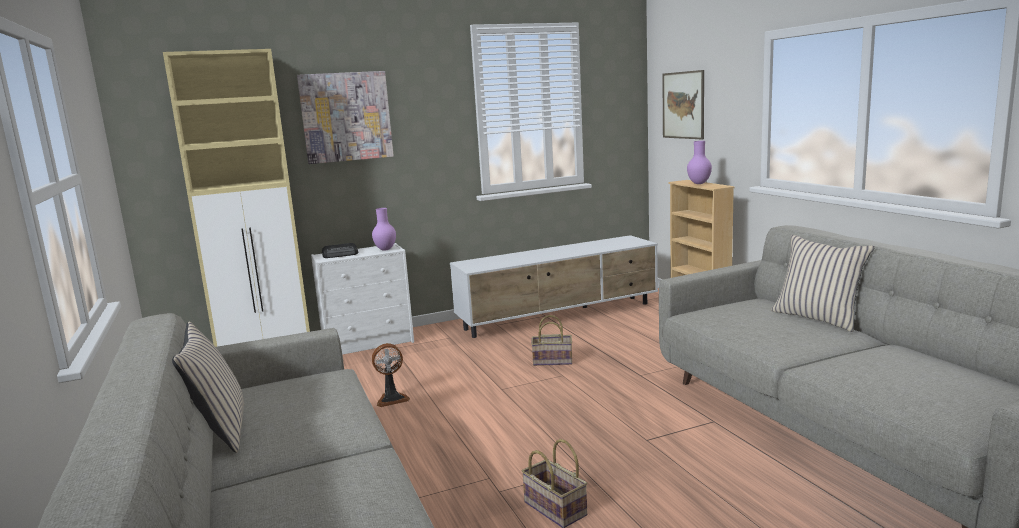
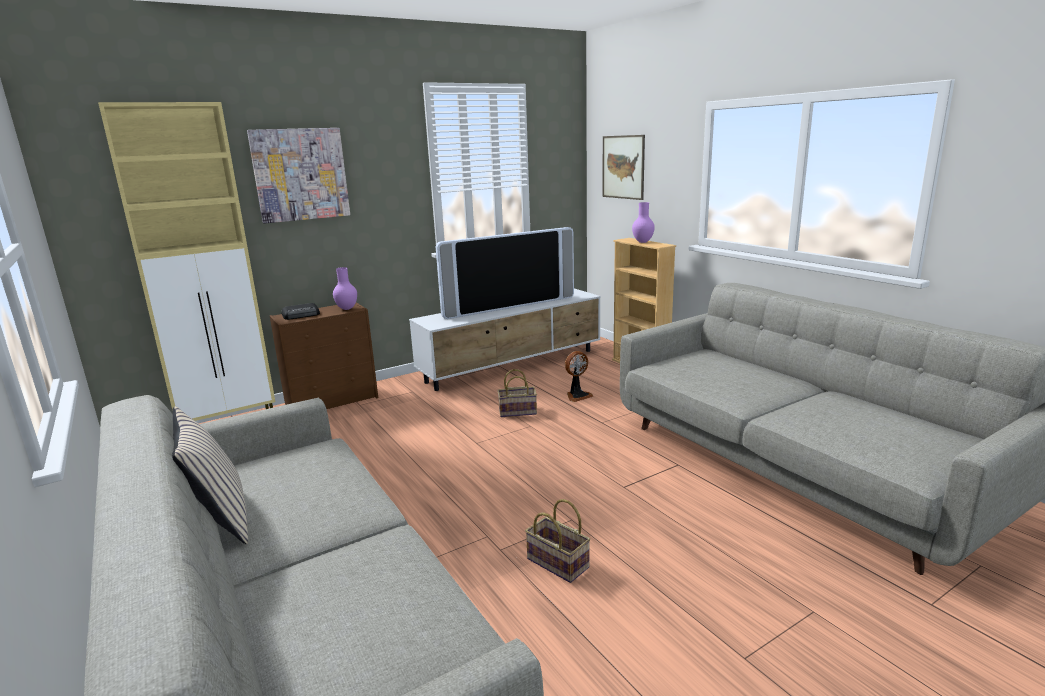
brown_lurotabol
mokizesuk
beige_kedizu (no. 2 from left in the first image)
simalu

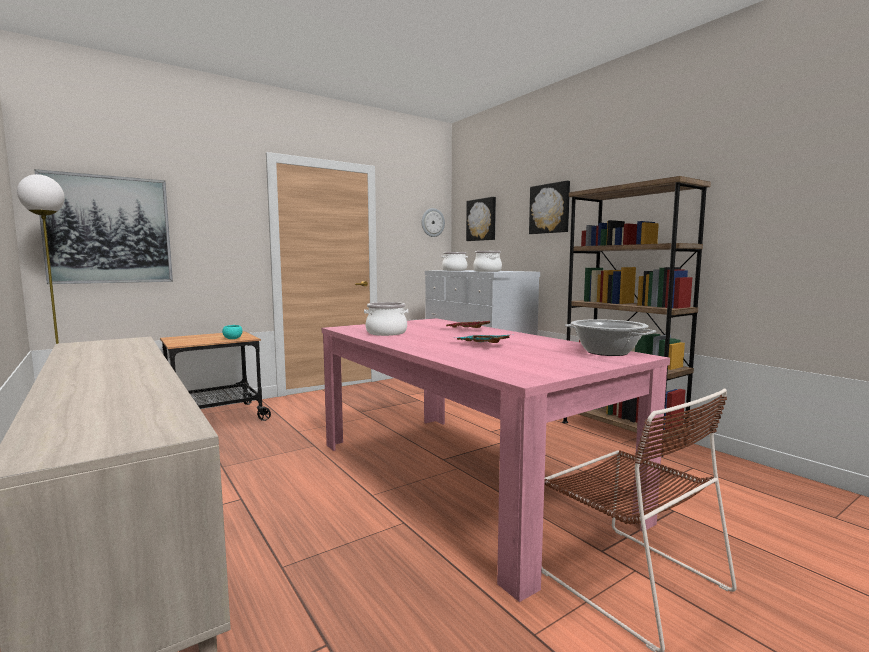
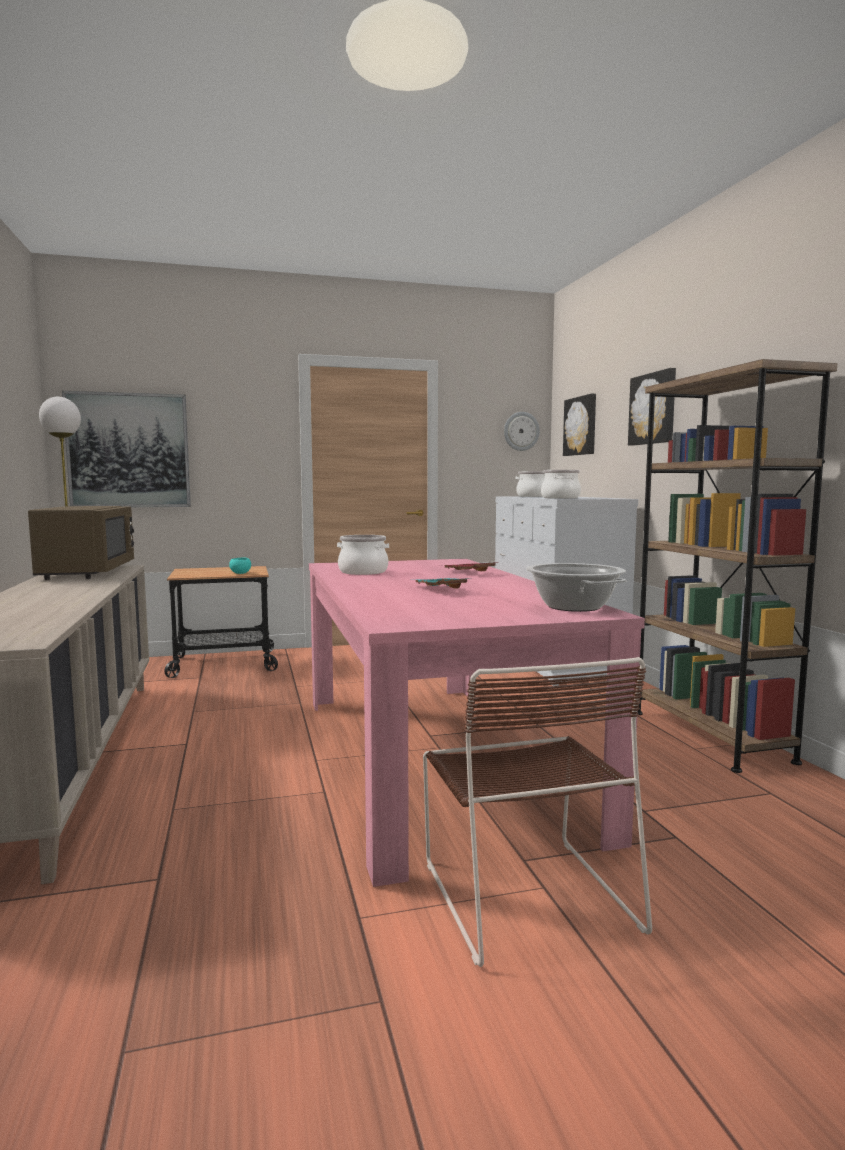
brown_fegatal

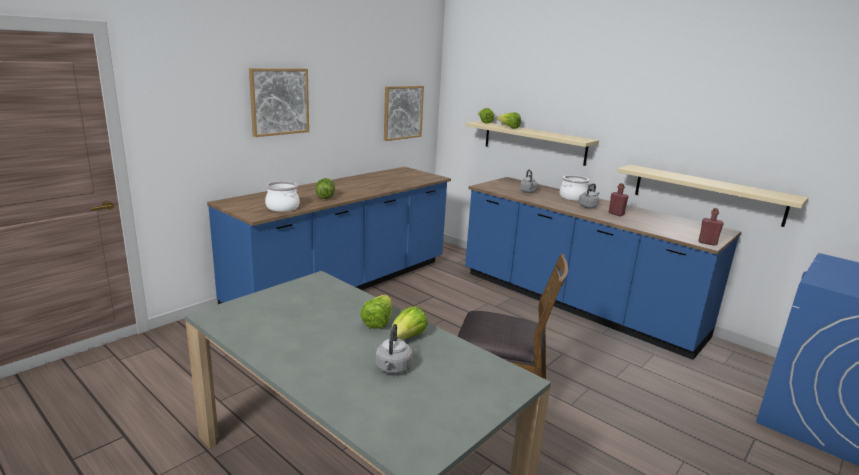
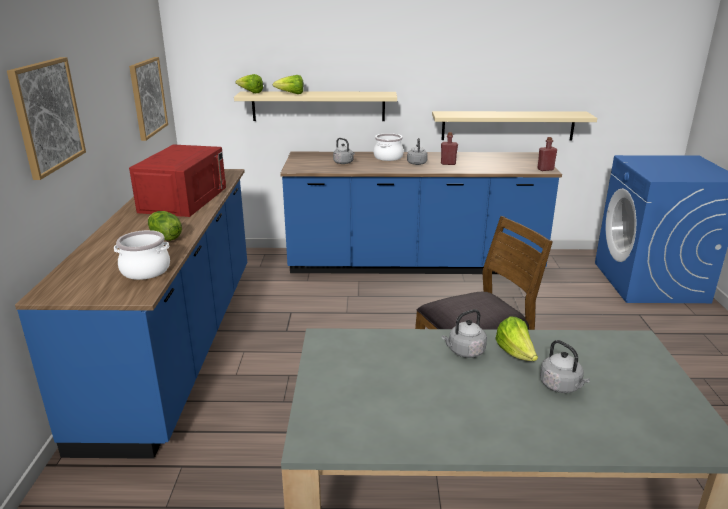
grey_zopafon (no. 3 from left)
red_fegatal

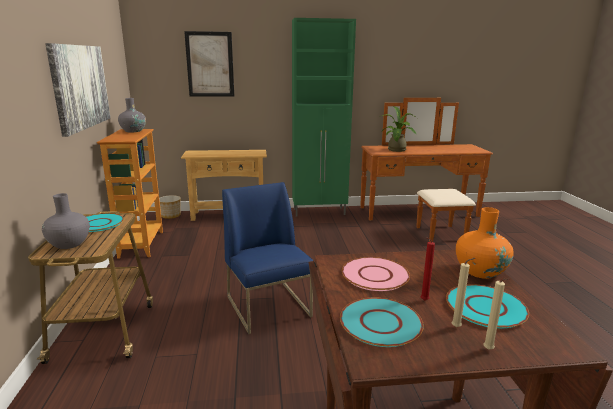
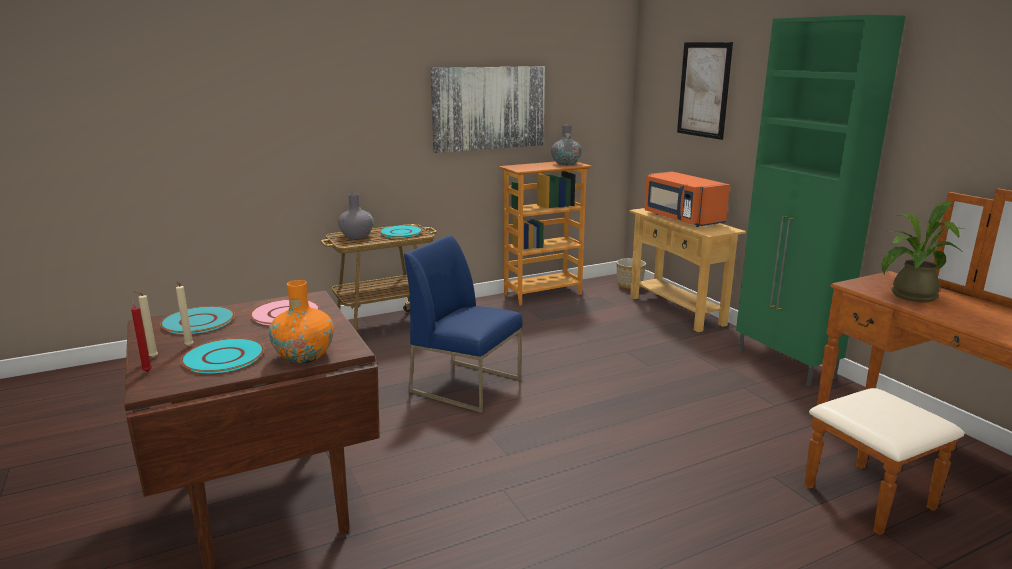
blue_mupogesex
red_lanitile
orange_fegatal

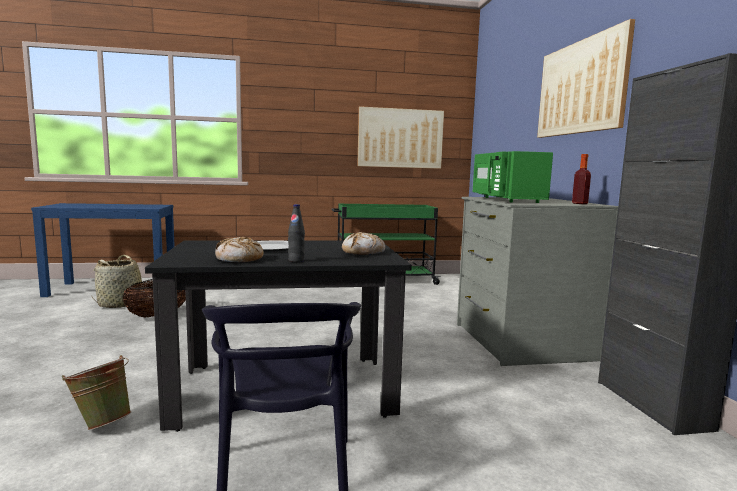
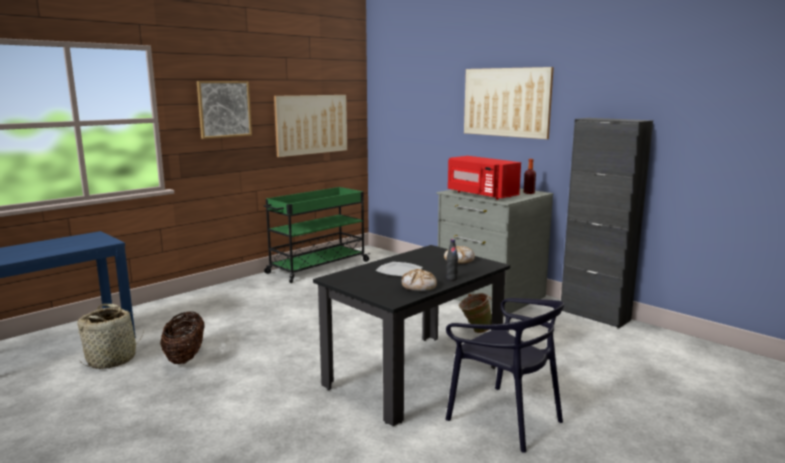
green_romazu
red_fegatal
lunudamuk (no. 1 from left)

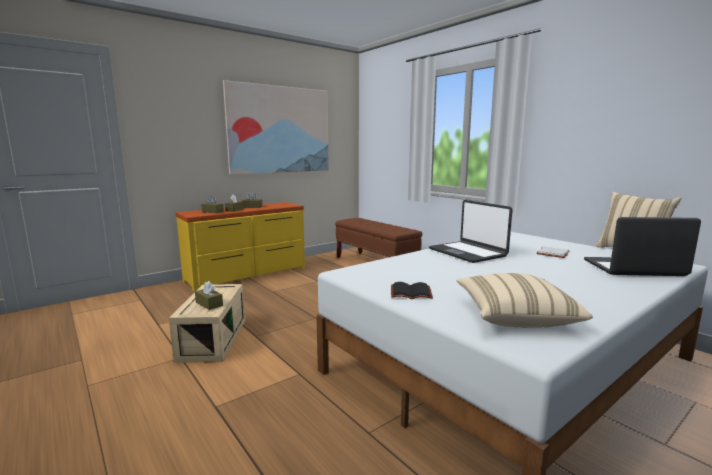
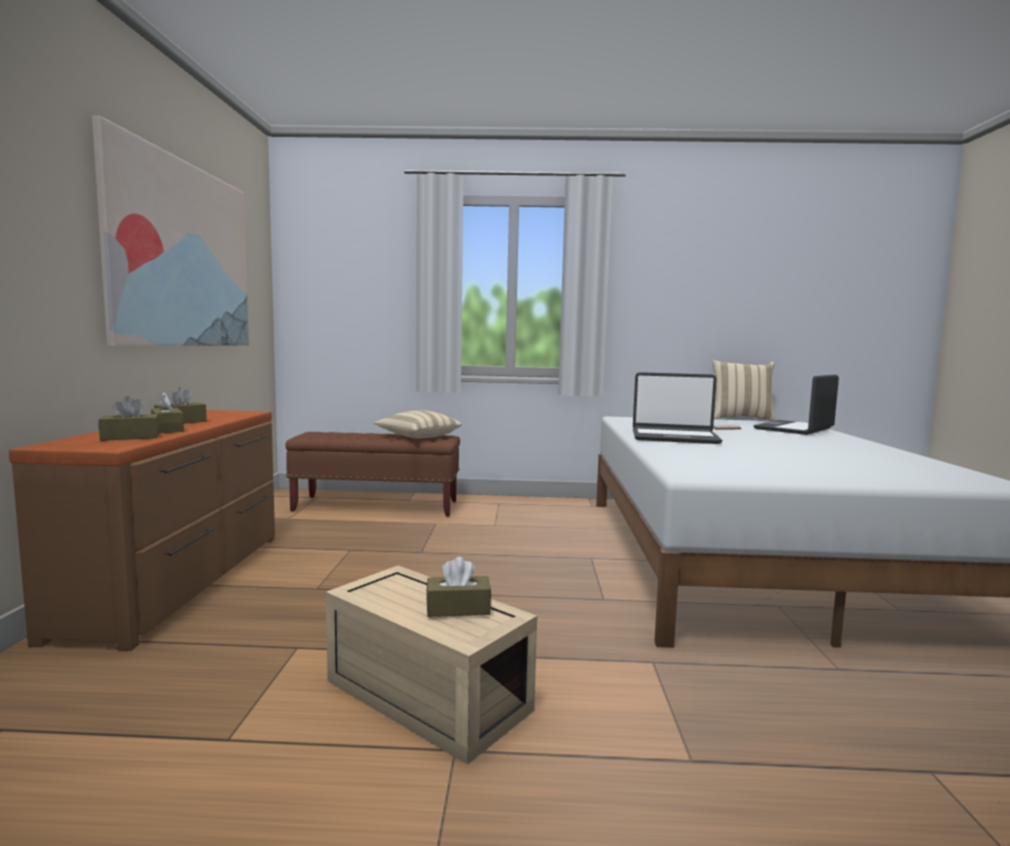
brown_lurotabol
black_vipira
beige_kedizu (no. 1 from left)

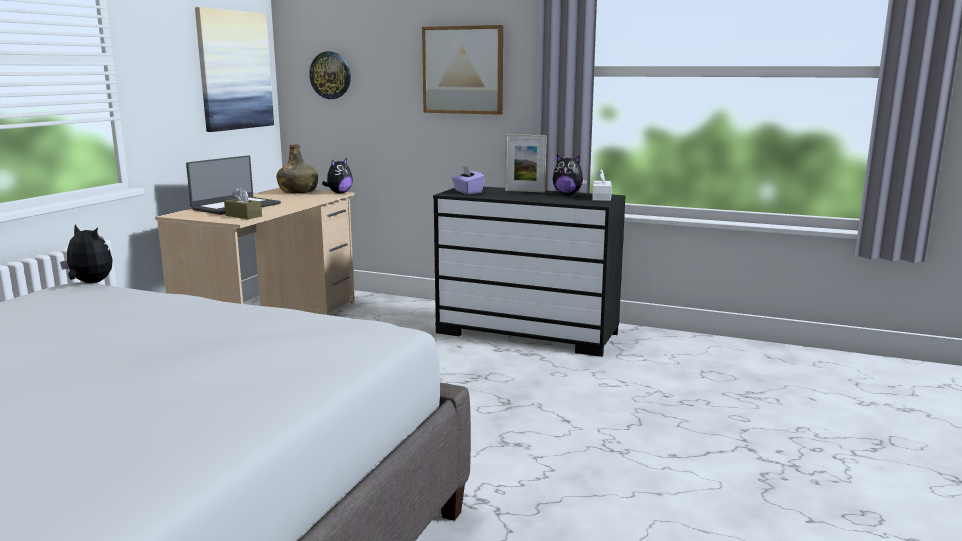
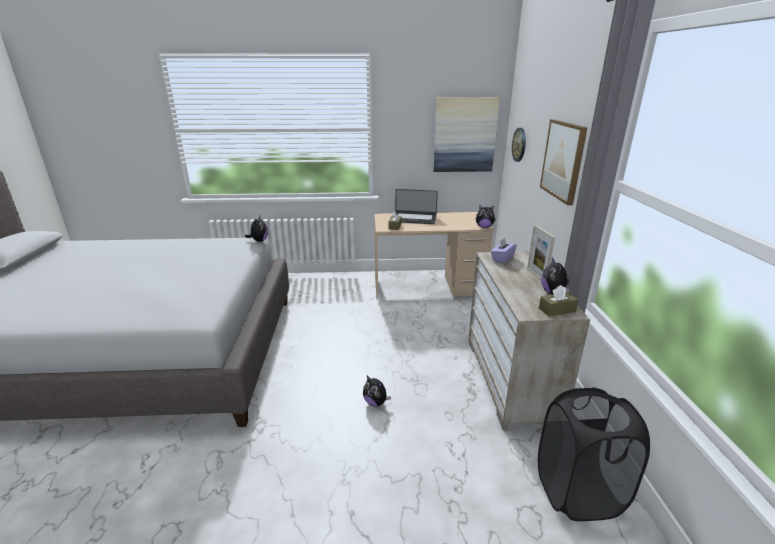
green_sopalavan
beige_lurotabol
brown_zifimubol (no. 2 from left)
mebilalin (no. 2 from left)
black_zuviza

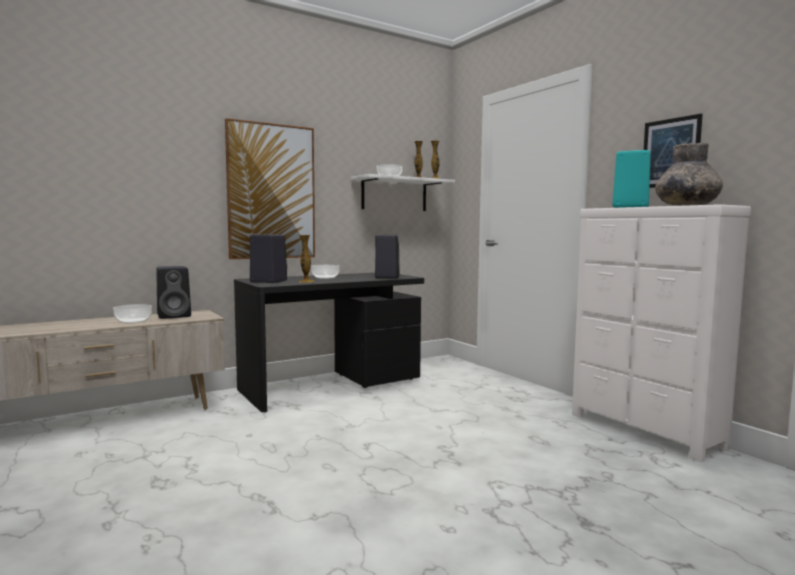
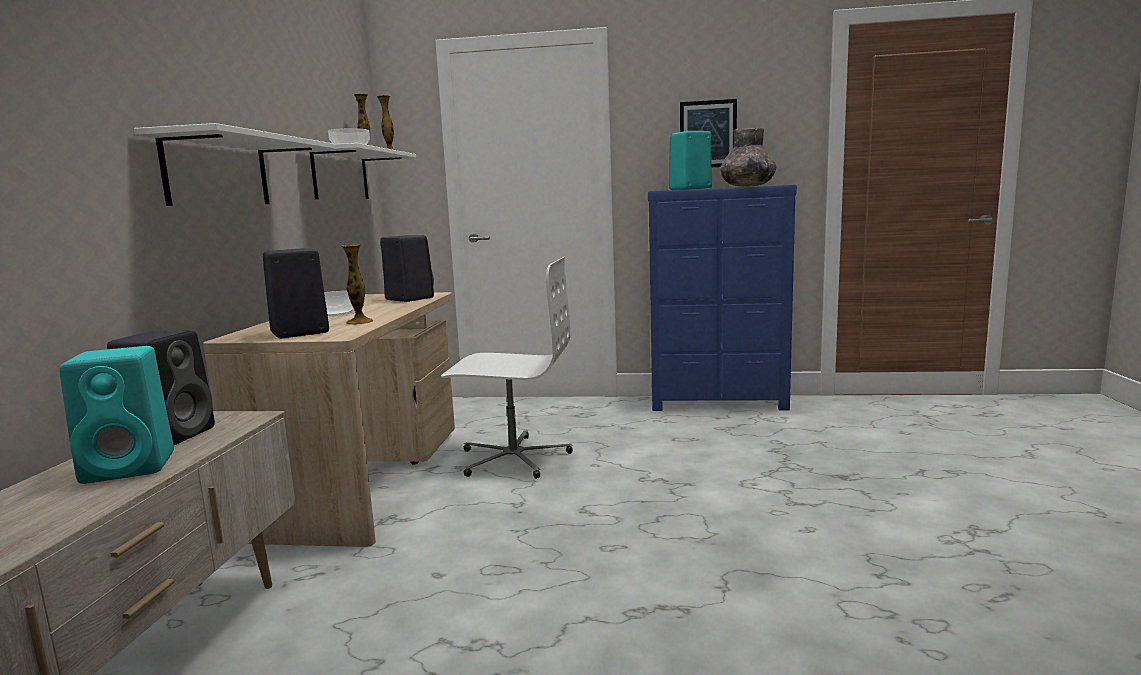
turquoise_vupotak (no. 1 from left)
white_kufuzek (no. 1 from left)
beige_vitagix
blue_lurotabol
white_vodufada

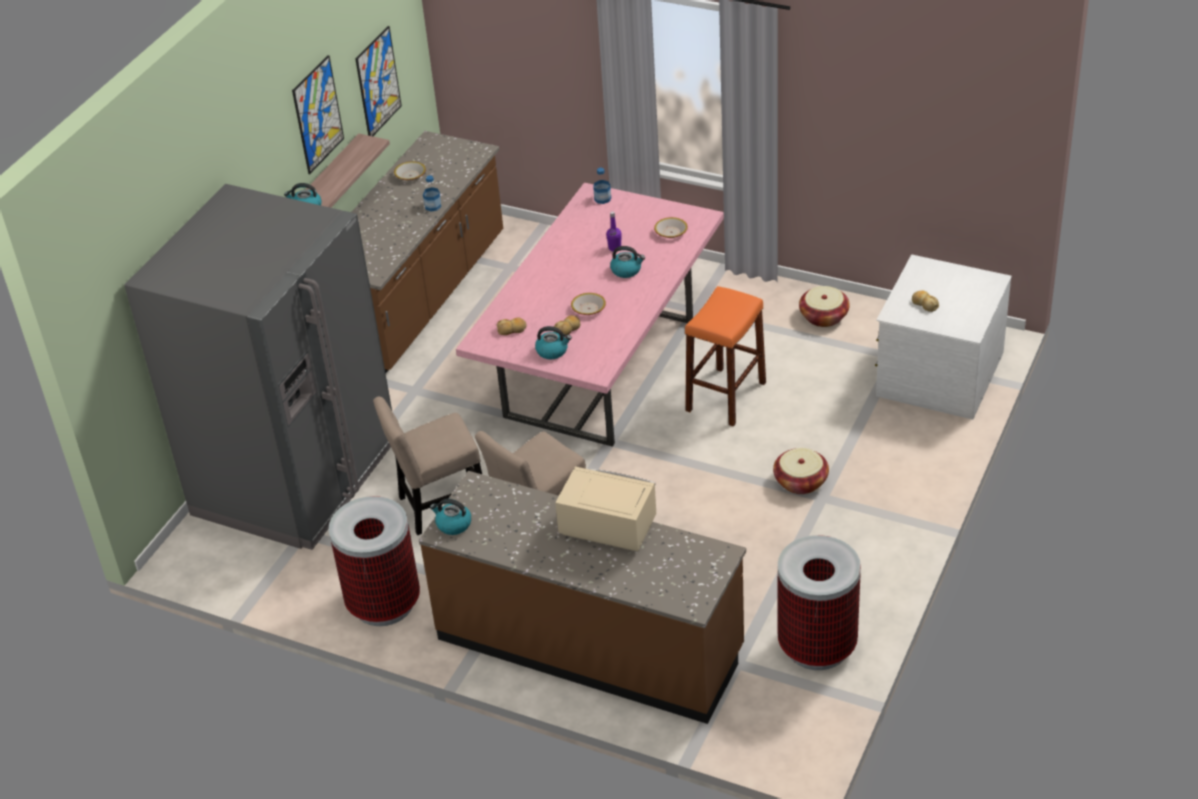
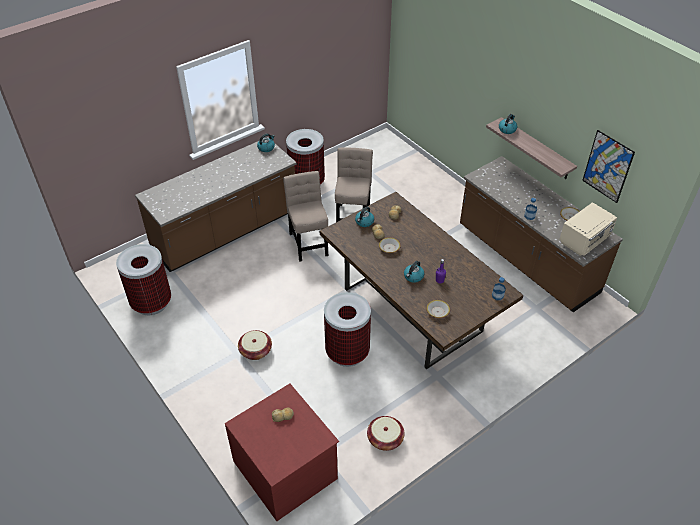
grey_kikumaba
lunudamuk (no. 1 from left in the first image)
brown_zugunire
beige_fegatal
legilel (no. 3 from left)
red_lurotabol

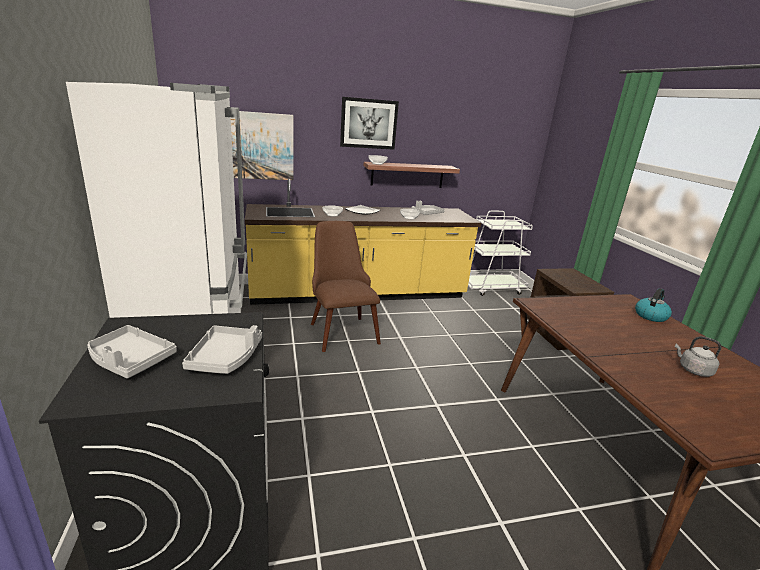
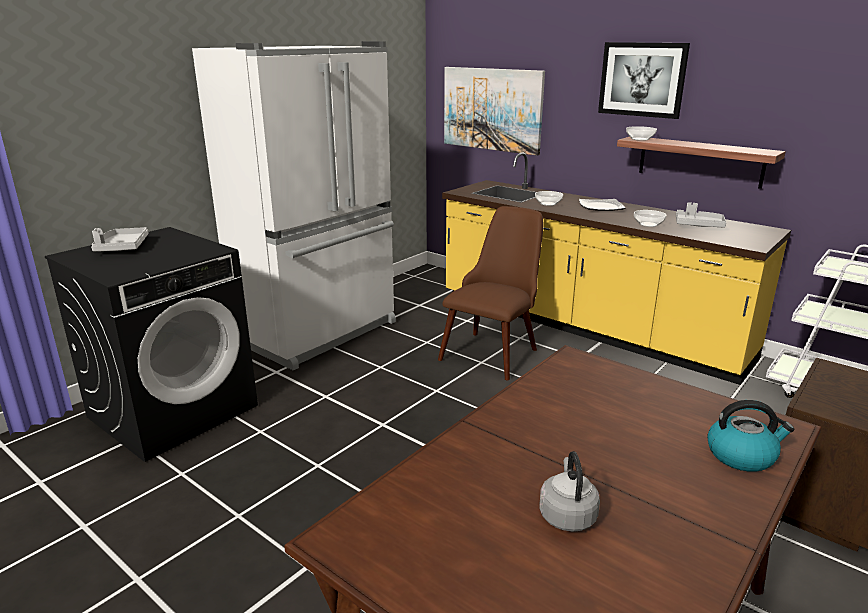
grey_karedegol (no. 2 from left in the first image)

